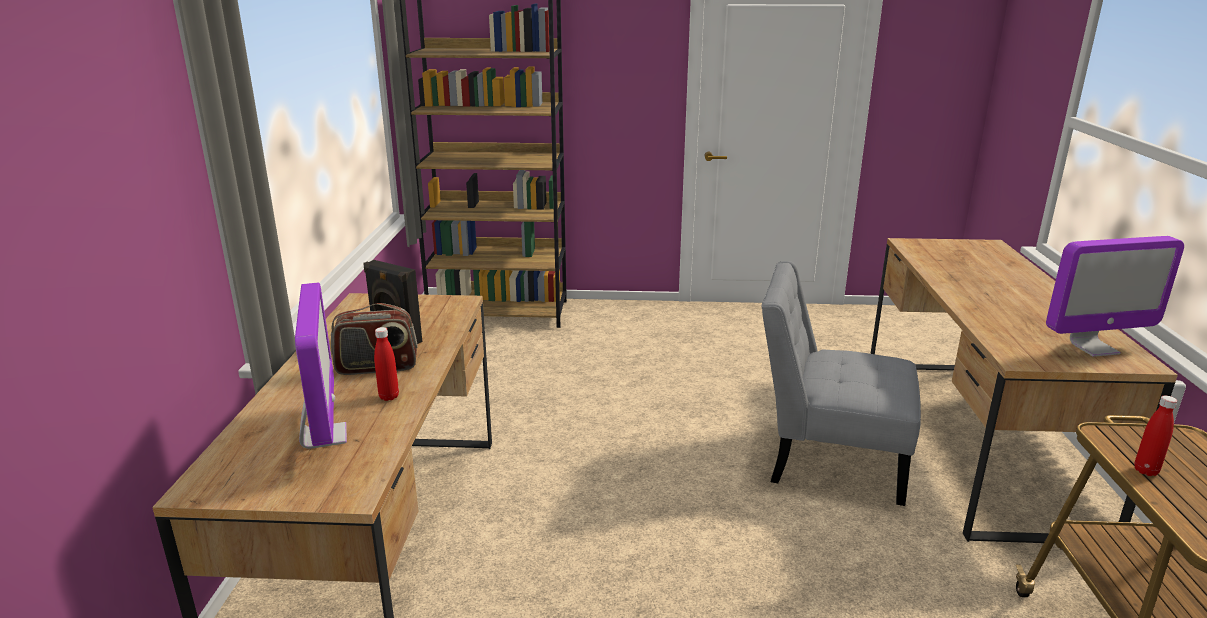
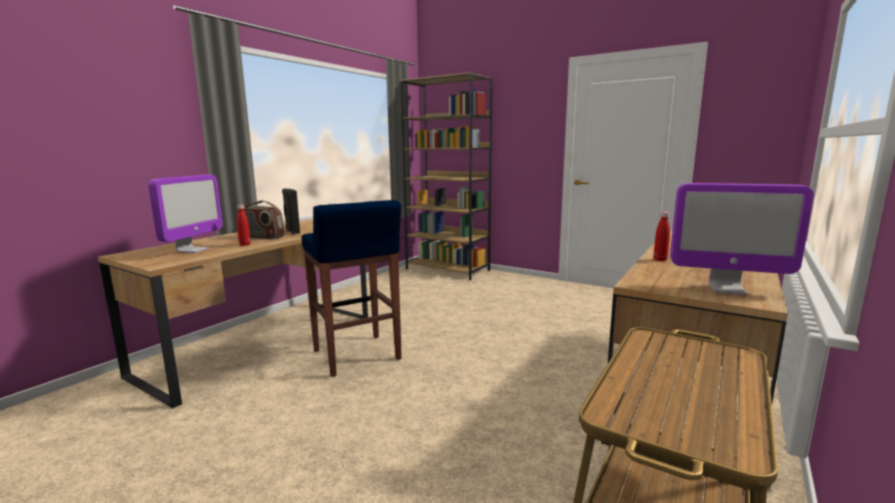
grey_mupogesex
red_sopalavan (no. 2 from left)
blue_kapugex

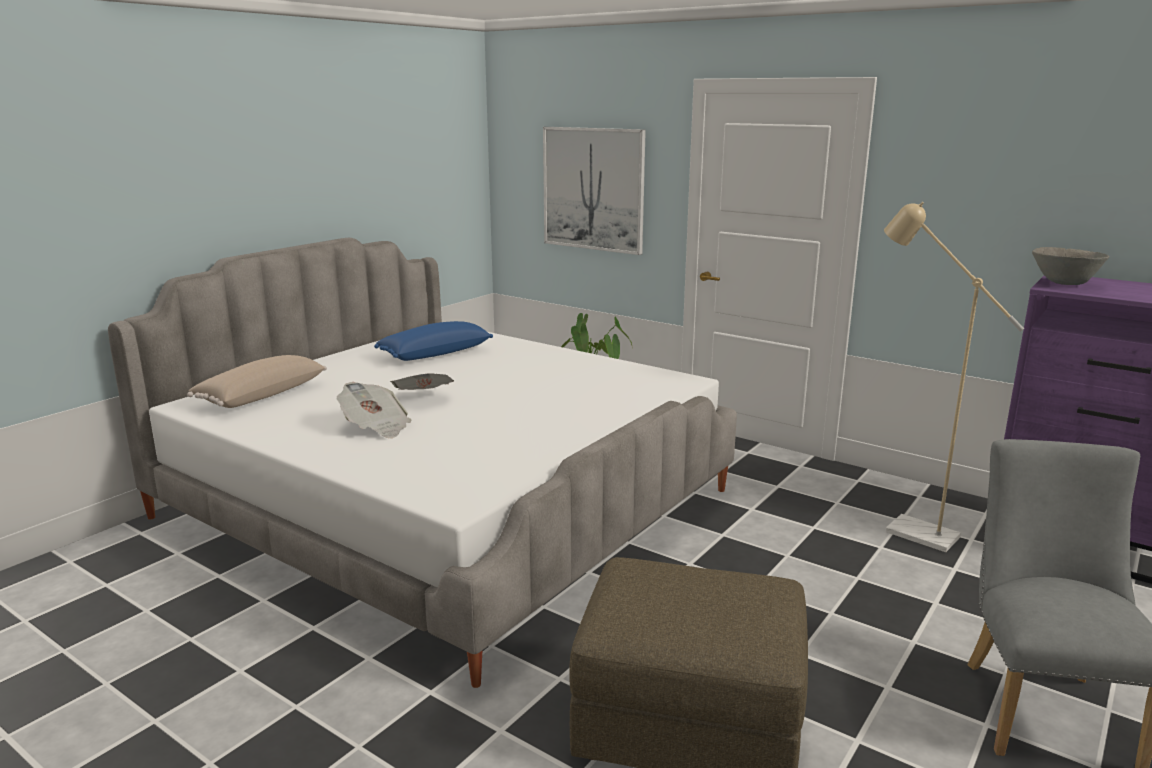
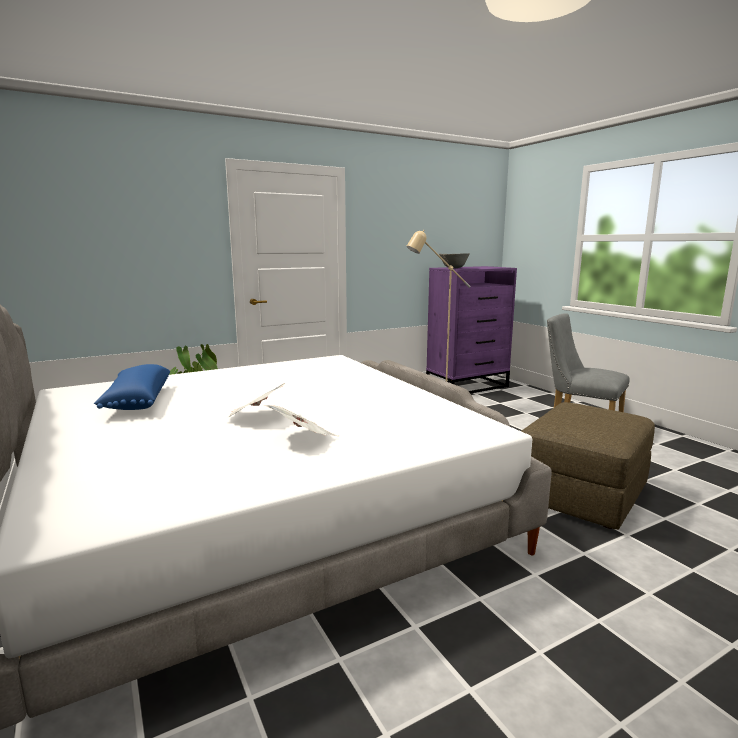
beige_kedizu
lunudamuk

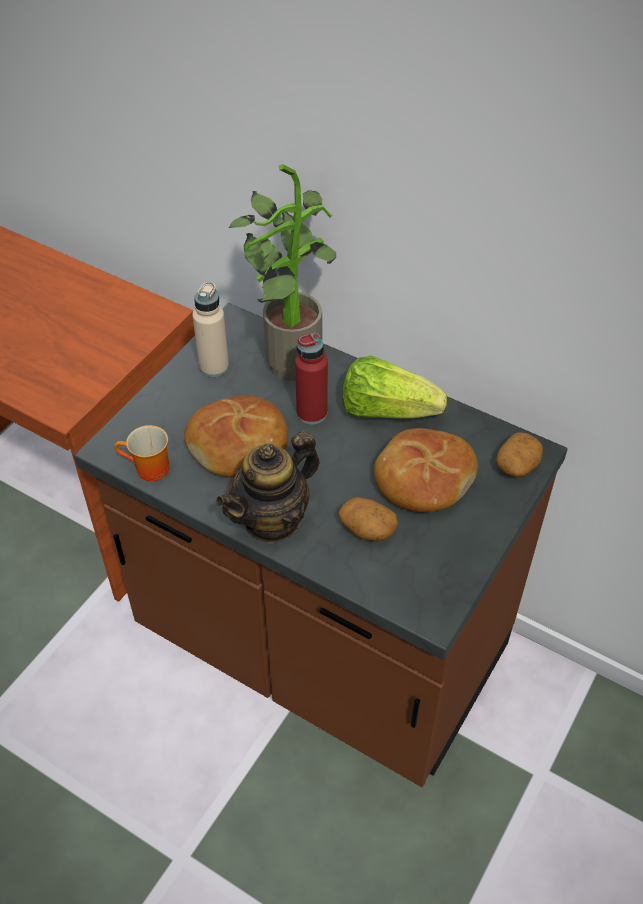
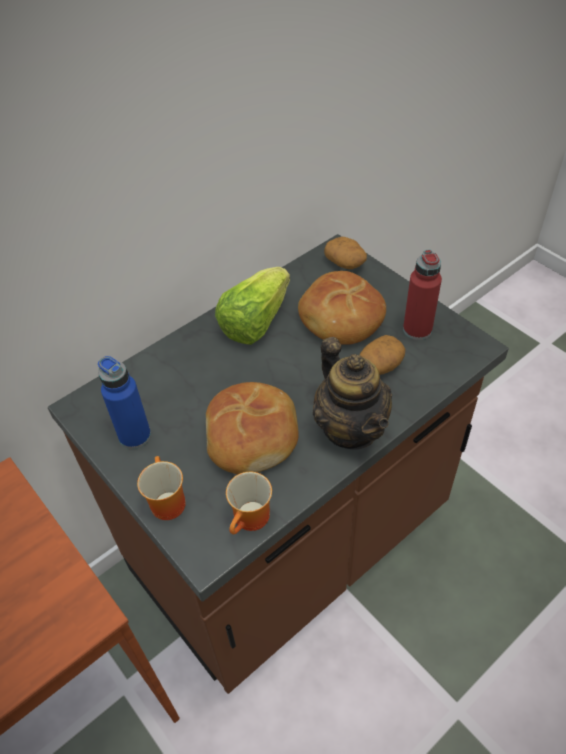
blue_sopalavan
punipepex
red_sopalavan
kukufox (no. 1 from left)

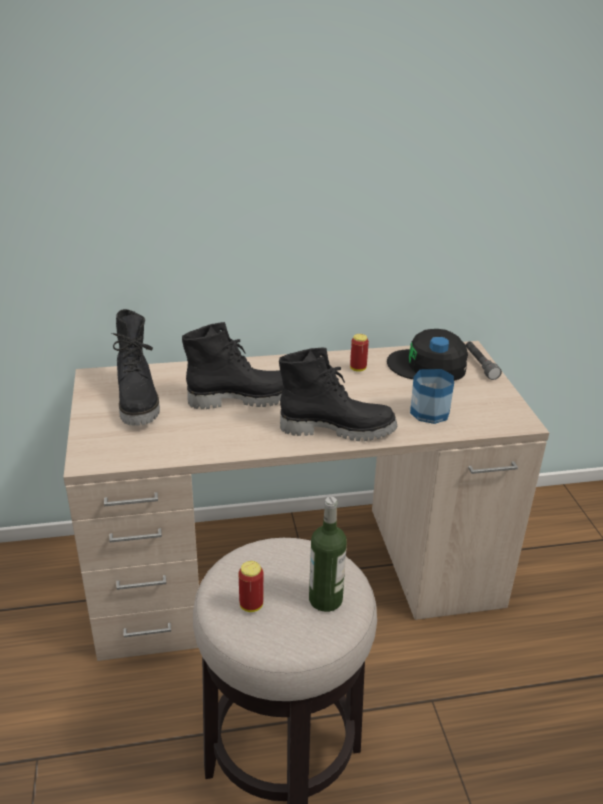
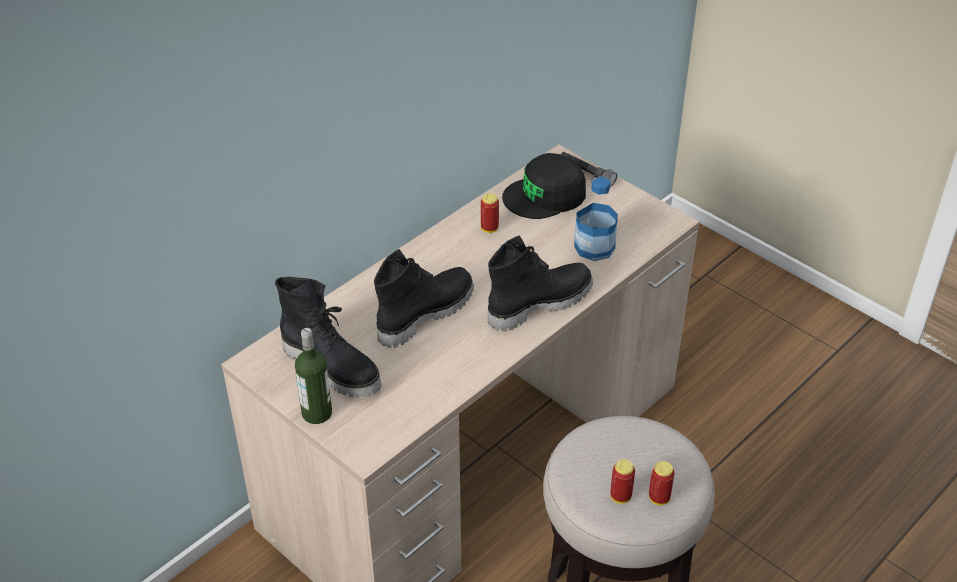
sopalavan (no. 1 from left)
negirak (no. 3 from left)

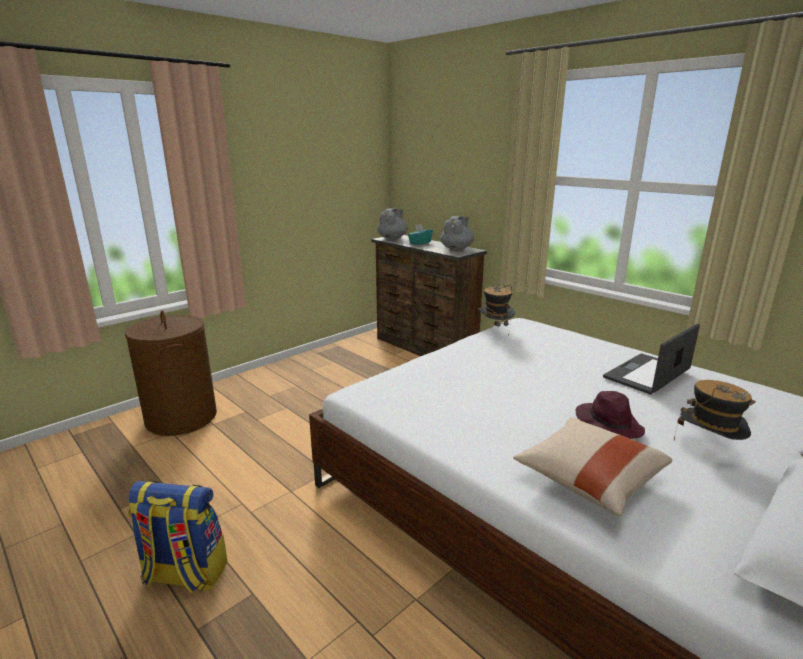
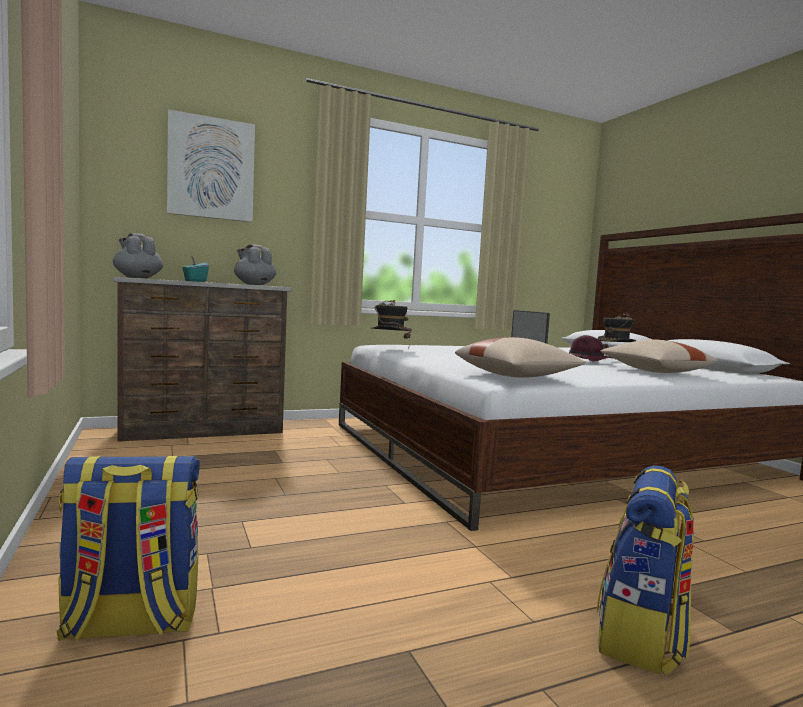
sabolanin (no. 1 from left)
lunudamuk
beige_kedizu (no. 1 from left)

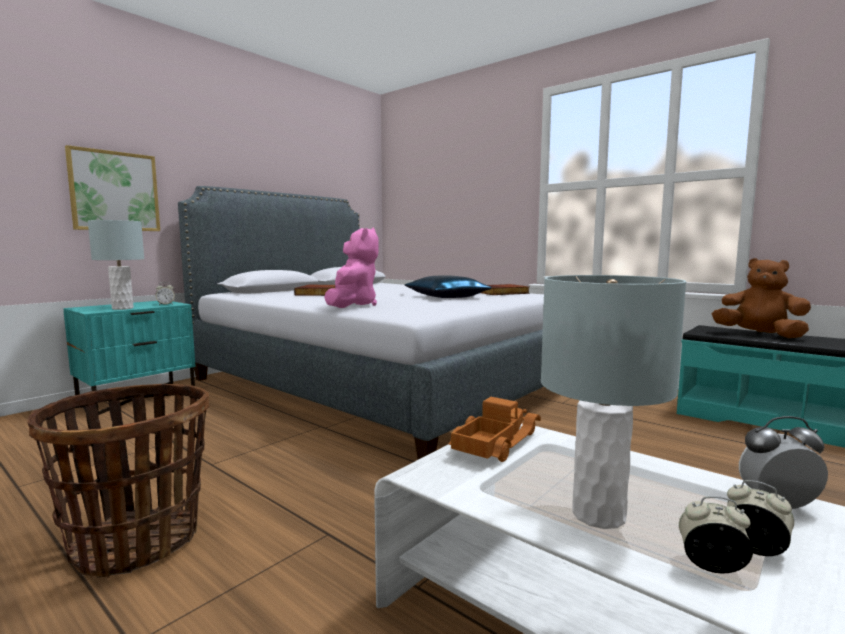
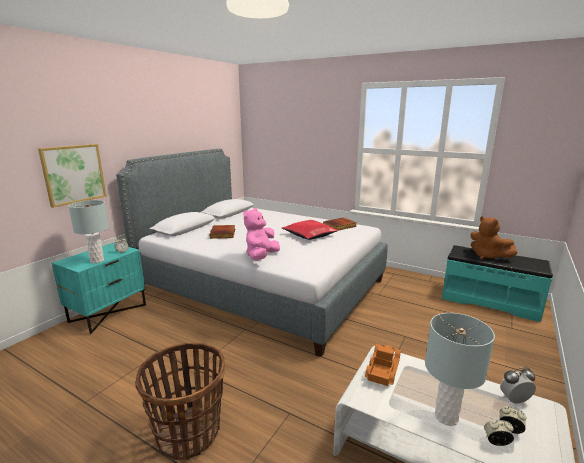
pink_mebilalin
red_kedizu
brown_mebilalin

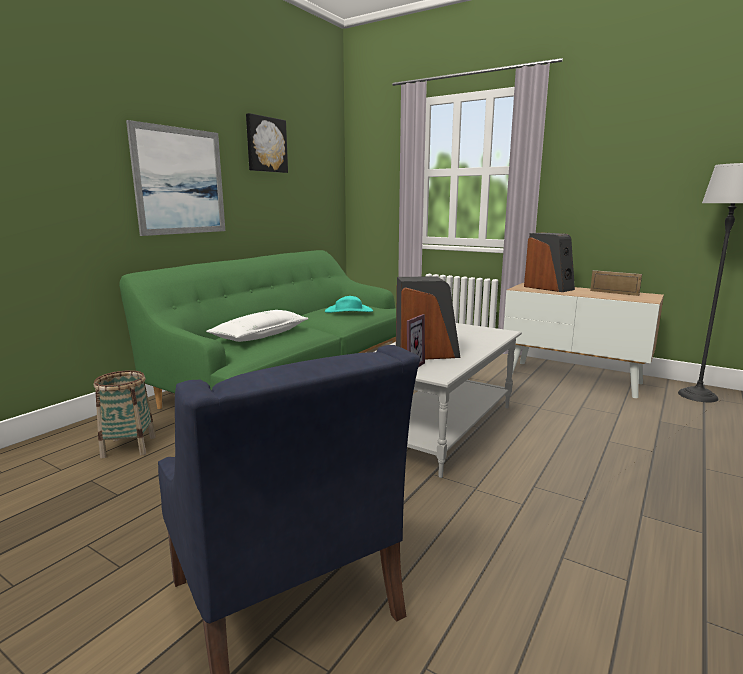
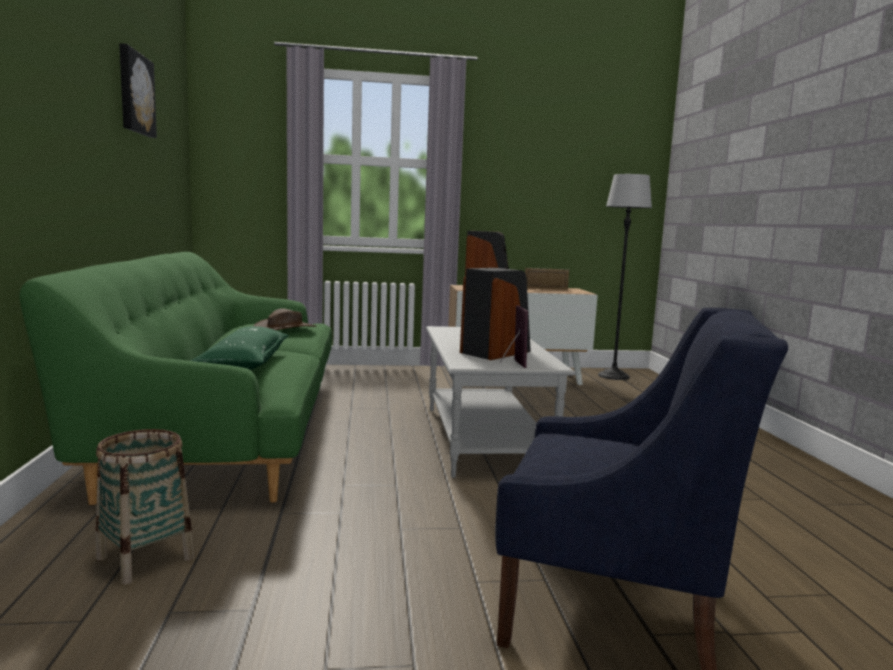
lunudamuk (no. 1 from left in the first image)
green_kedizu
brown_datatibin

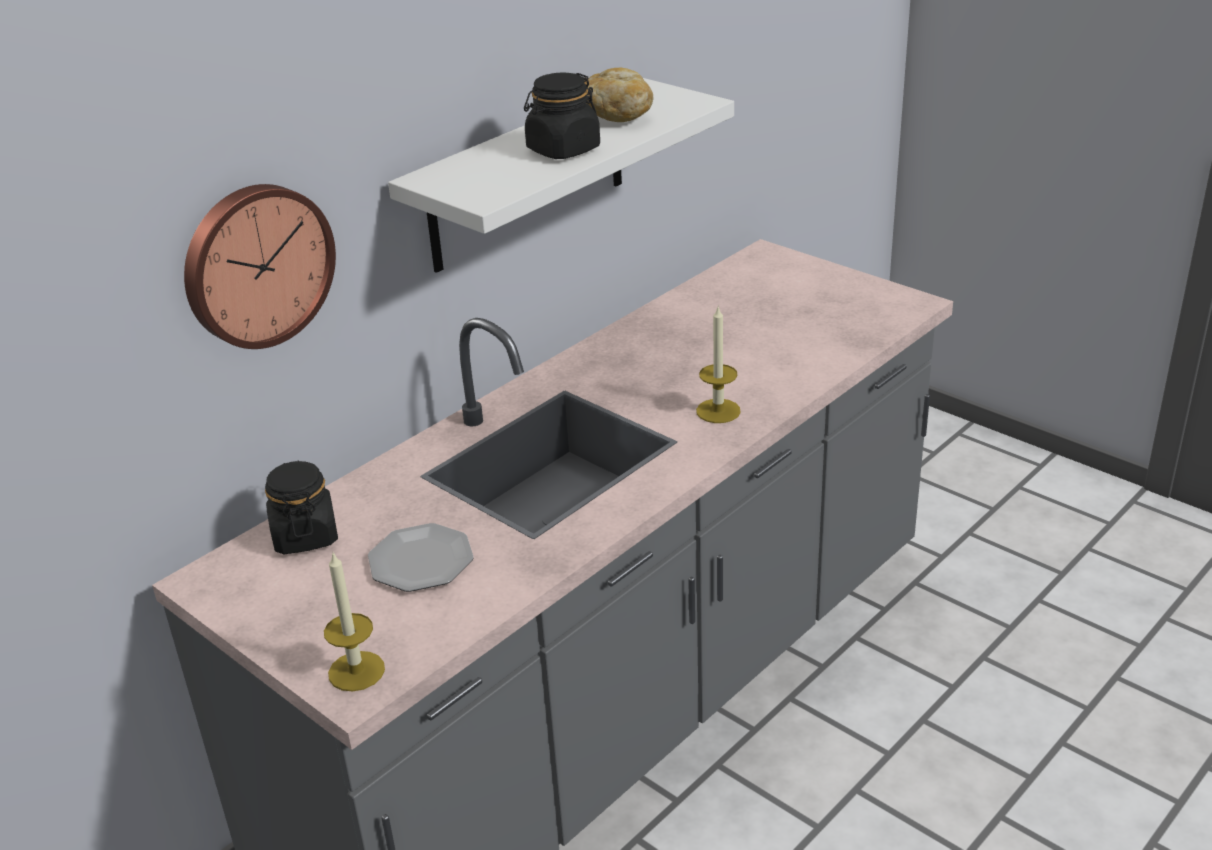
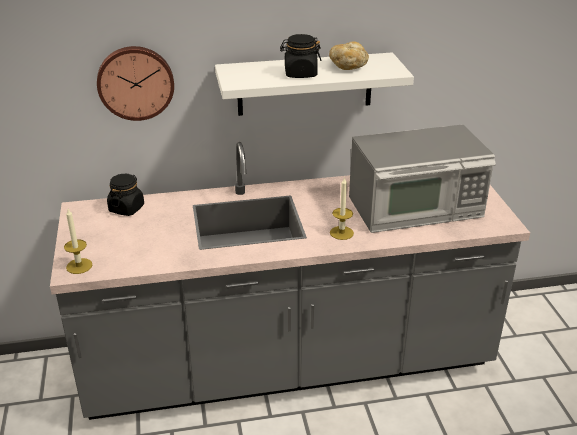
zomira
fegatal

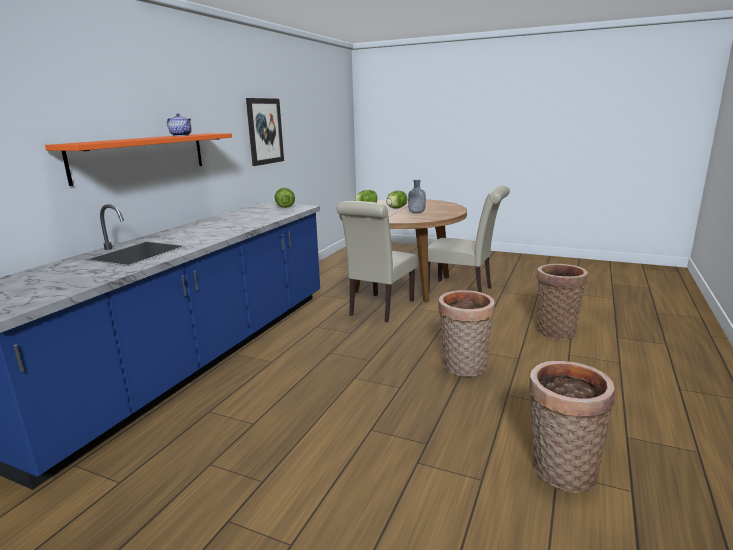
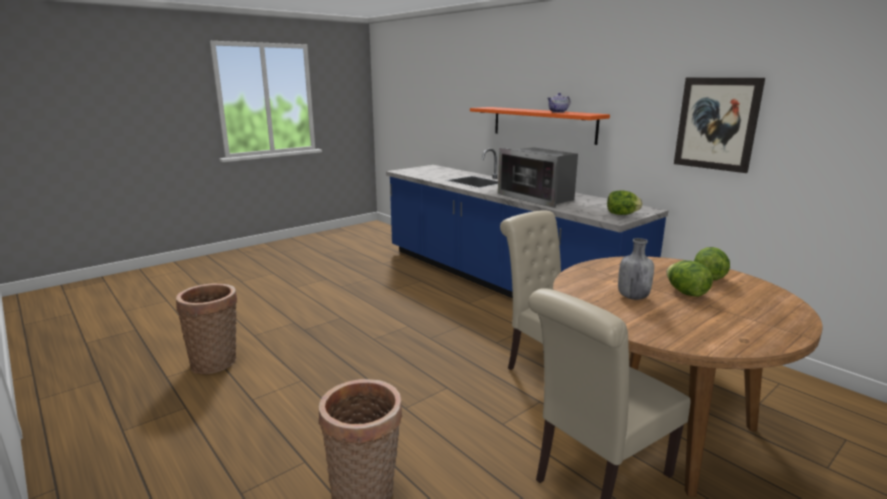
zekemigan (no. 1 from left in the first image)
fegatal

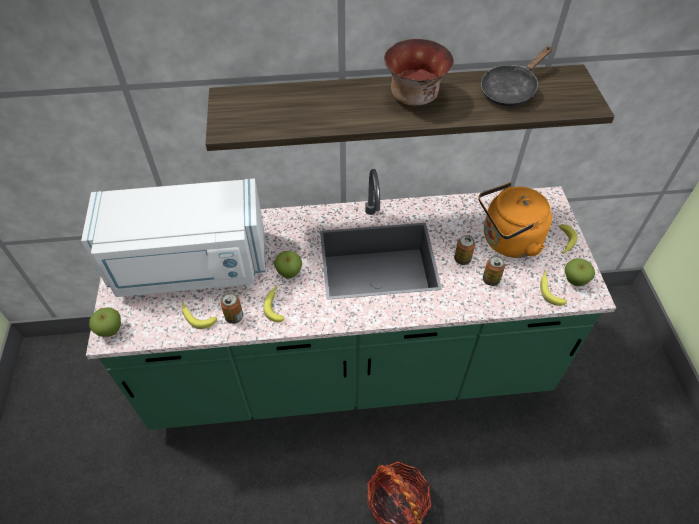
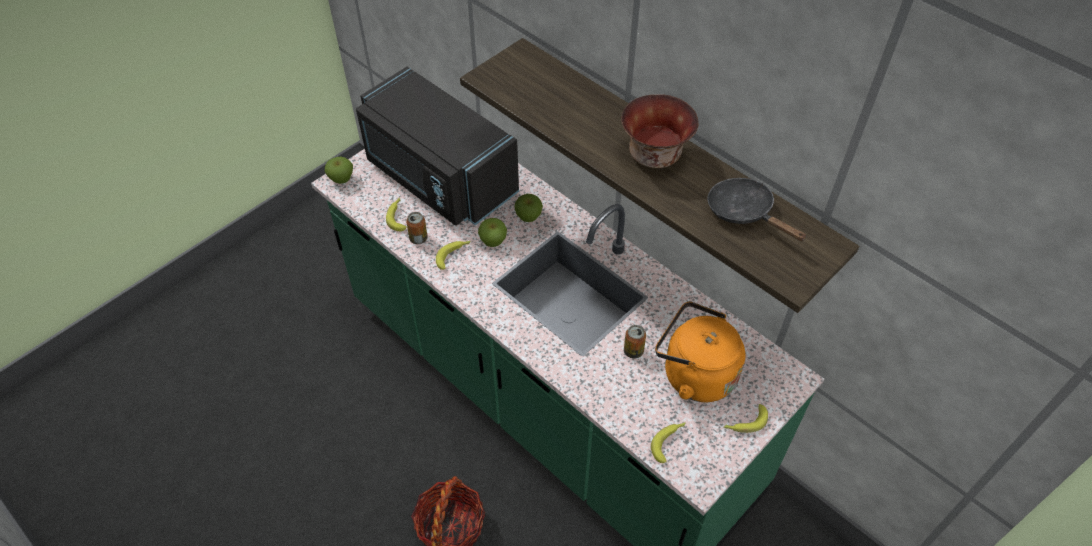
black_fegatal
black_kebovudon
negirak (no. 3 from left in the first image)
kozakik (no. 3 from left)

